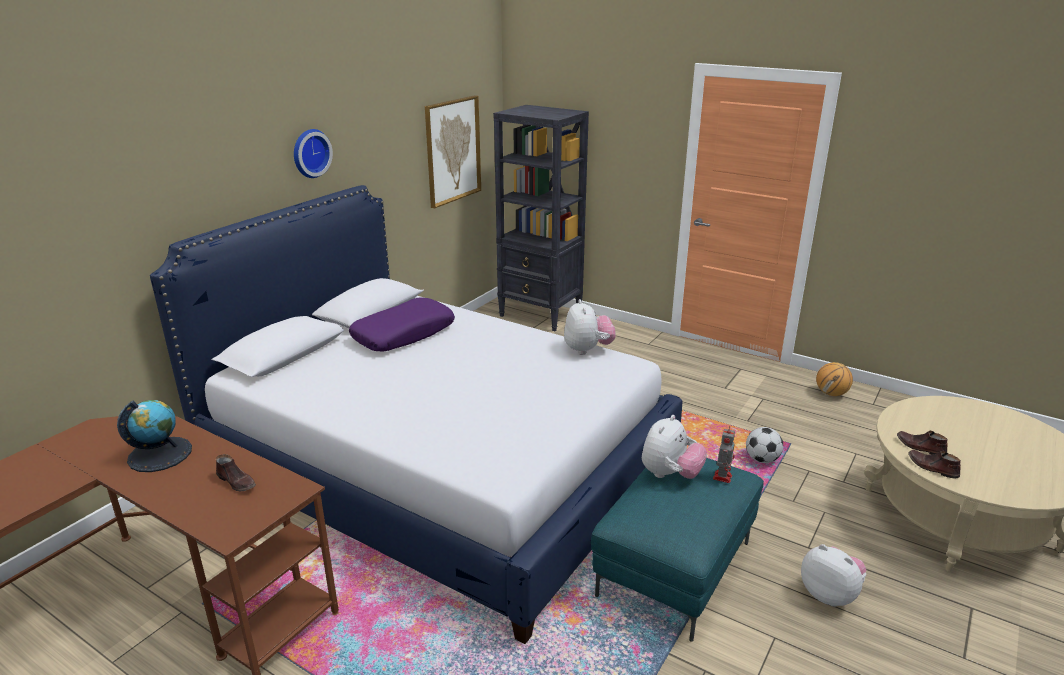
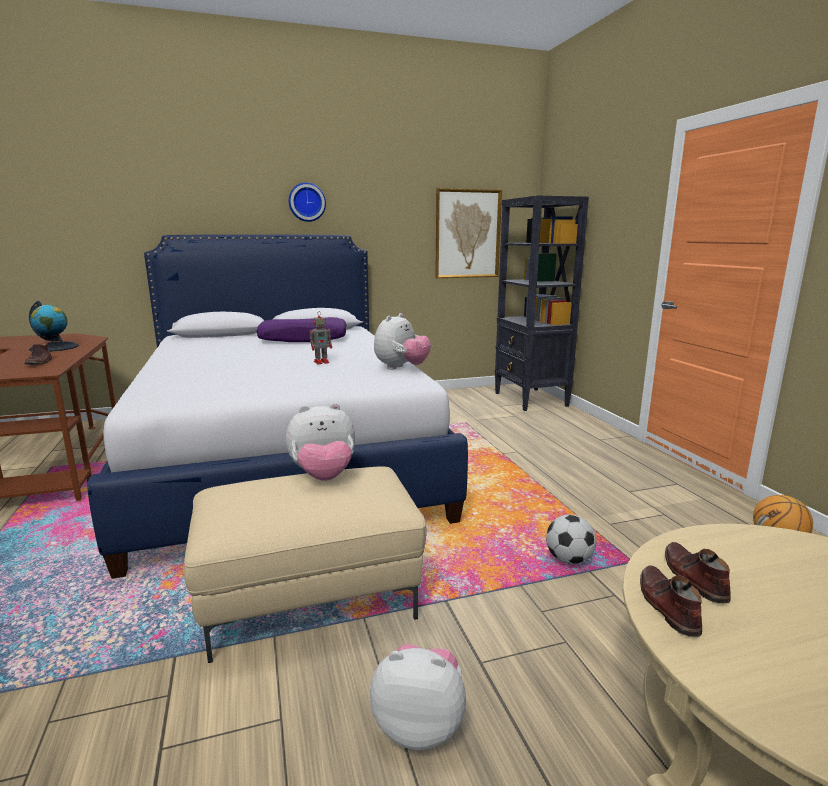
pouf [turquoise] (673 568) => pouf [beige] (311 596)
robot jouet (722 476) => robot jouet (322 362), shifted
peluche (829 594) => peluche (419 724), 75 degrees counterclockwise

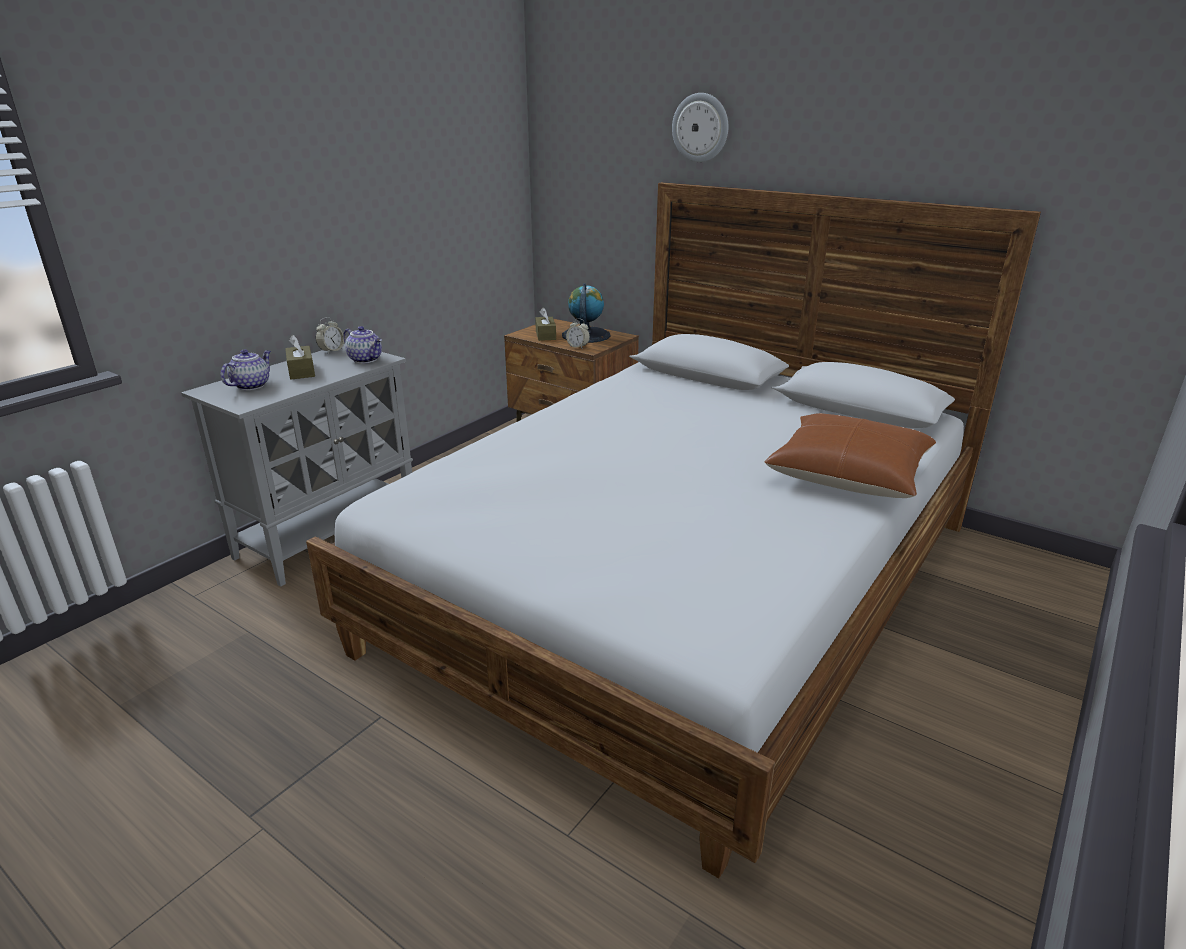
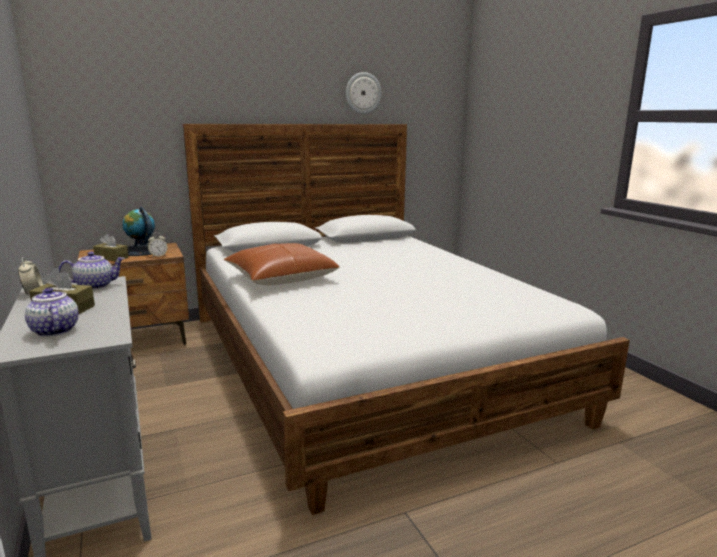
horloge murale (700 128) => horloge murale (363 93), shifted
coussin [marron] (848 474) => coussin [marron] (281 278), shifted

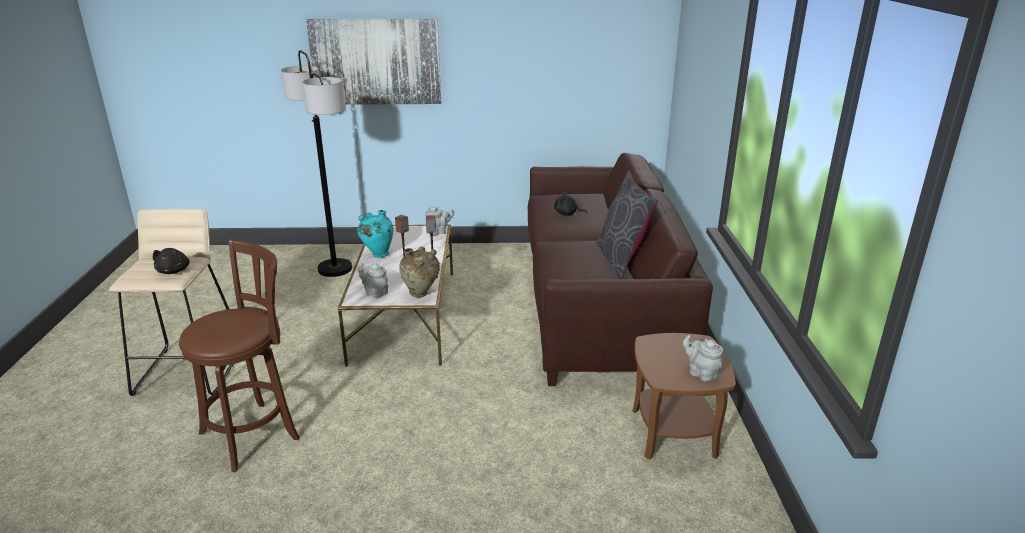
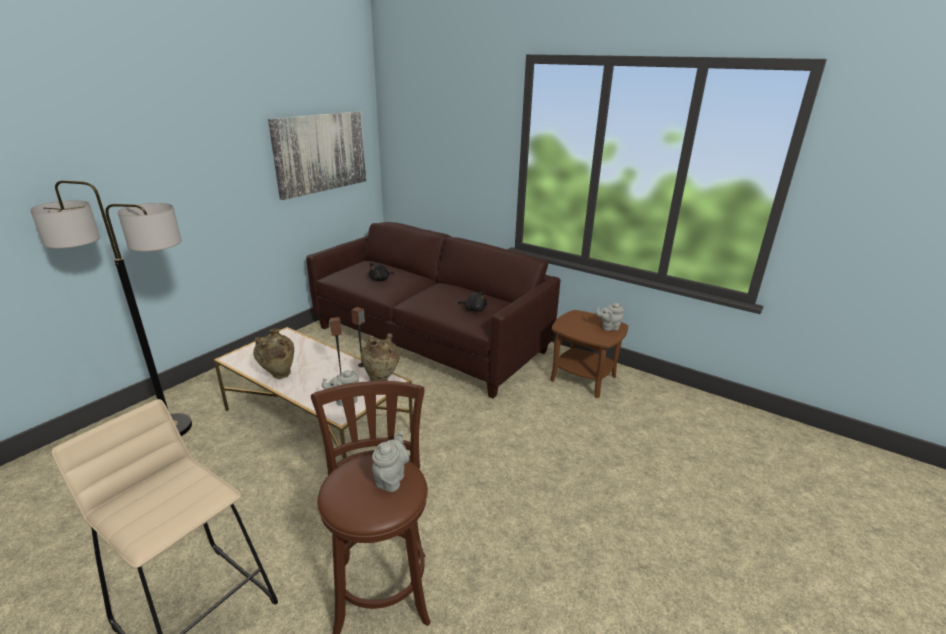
peluche [noir] (174 271) => peluche [noir] (474 309), shifted
tableau (376 62) => tableau (321 153), shifted
vase [turquoise] (378 254) => vase [beige] (278 375)
théière [gris] (439 232) => théière [gris] (391 478), shifted
coussin [gris] (621 260) => nothing

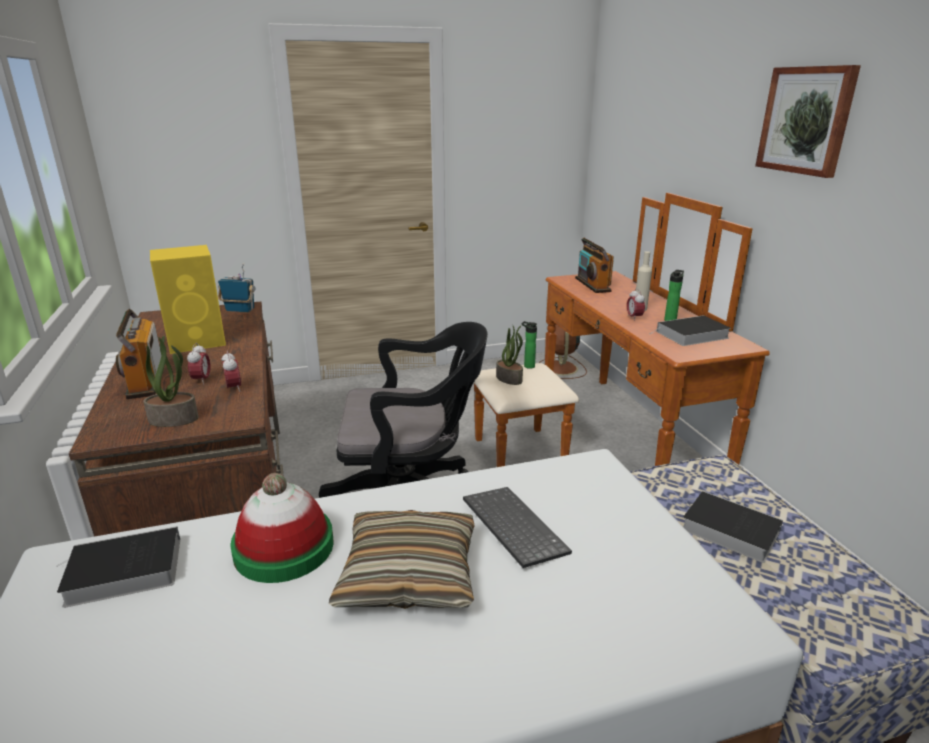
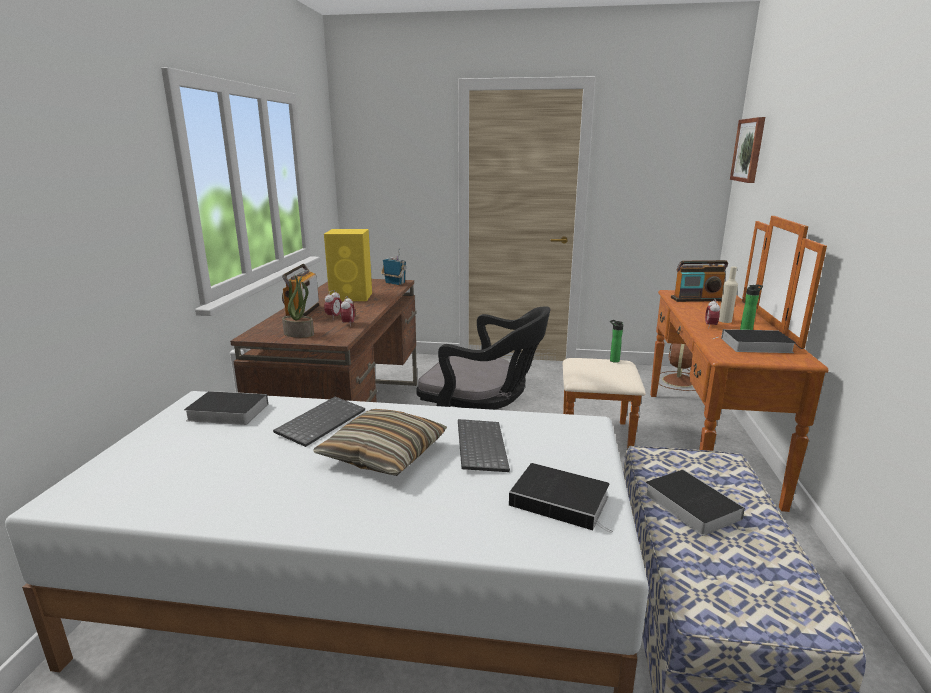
chapeau (284 547) => clavier (321 422)
plante en pot (509 379) => nothing
radio (592 285) => radio (697 299), 105 degrees counterclockwise
tableau (806 120) => tableau (749 150), shifted
nothing => livre (562 501)

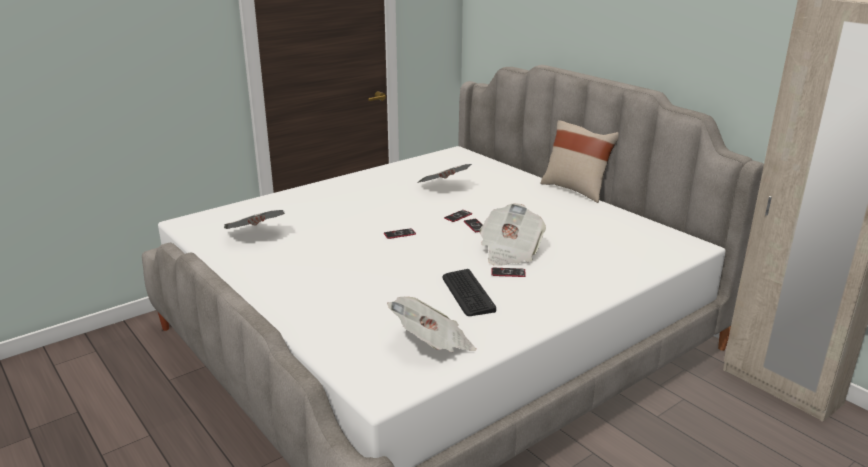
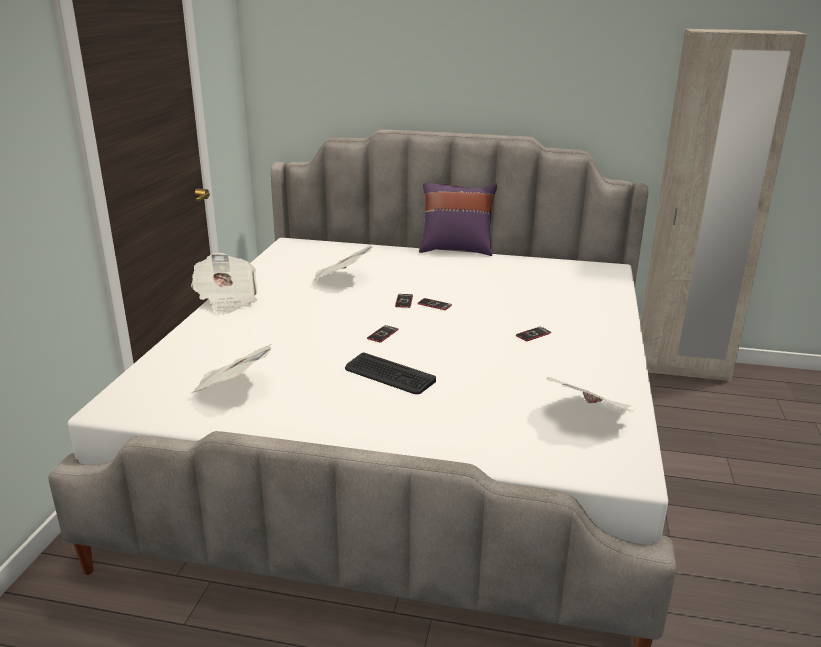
clavier (467 293) => clavier (389 375), shifted
journal (509 252) => journal (227 300), shifted
coussin [beige] (576 190) => coussin [violet] (456 250)

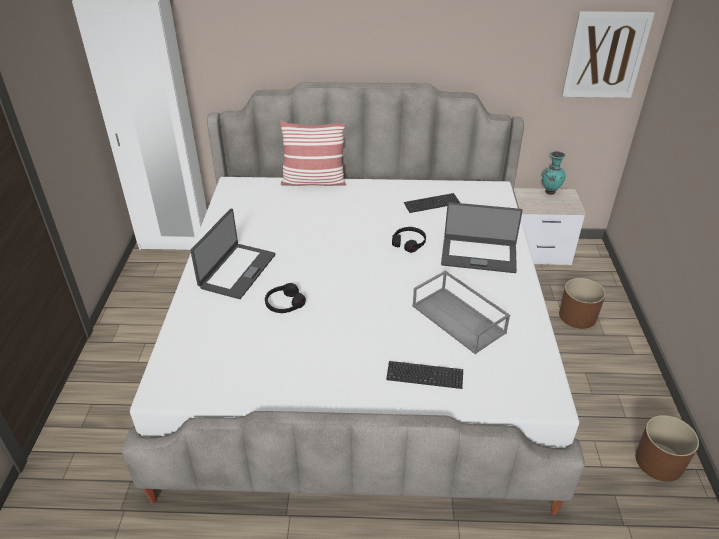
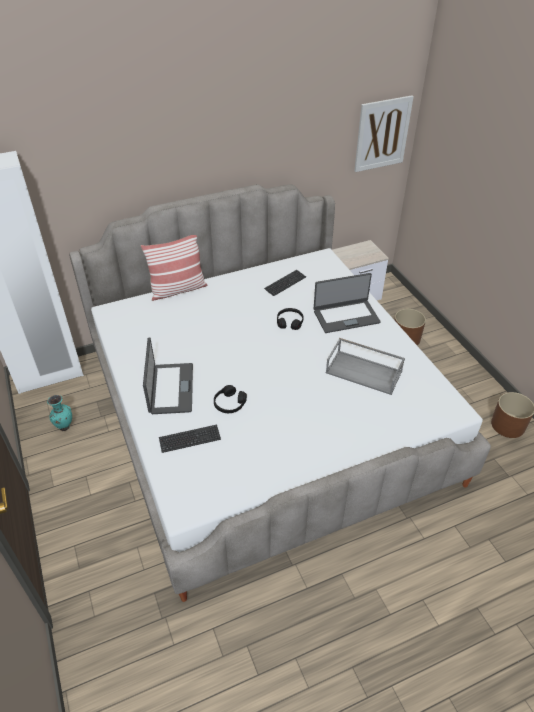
clavier (424 376) => clavier (190 439), shifted
vase [turquoise] (549 191) => vase [turquoise] (64 427), shifted

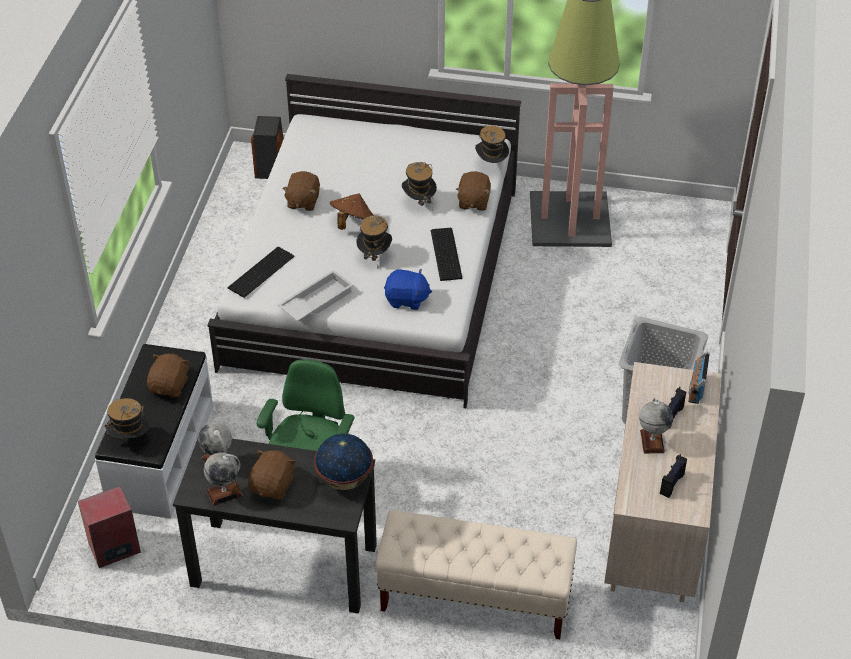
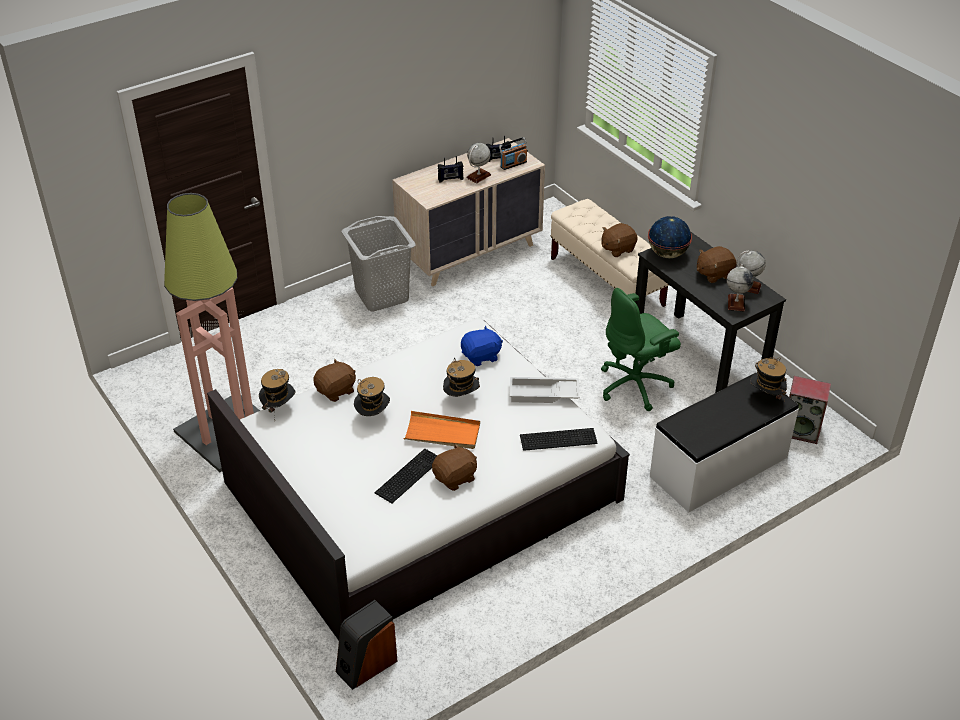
peluche [marron] (170 386) => peluche [marron] (617 249), shifted
chapeau [marron] (352 222) => plateau [orange] (442 433)
peluche [bleu] (406 300) => peluche [bleu] (481 356), 105 degrees clockwise
clavier (447 253) => clavier (406 475), shifted
radio (696 389) => radio (513 164), shifted

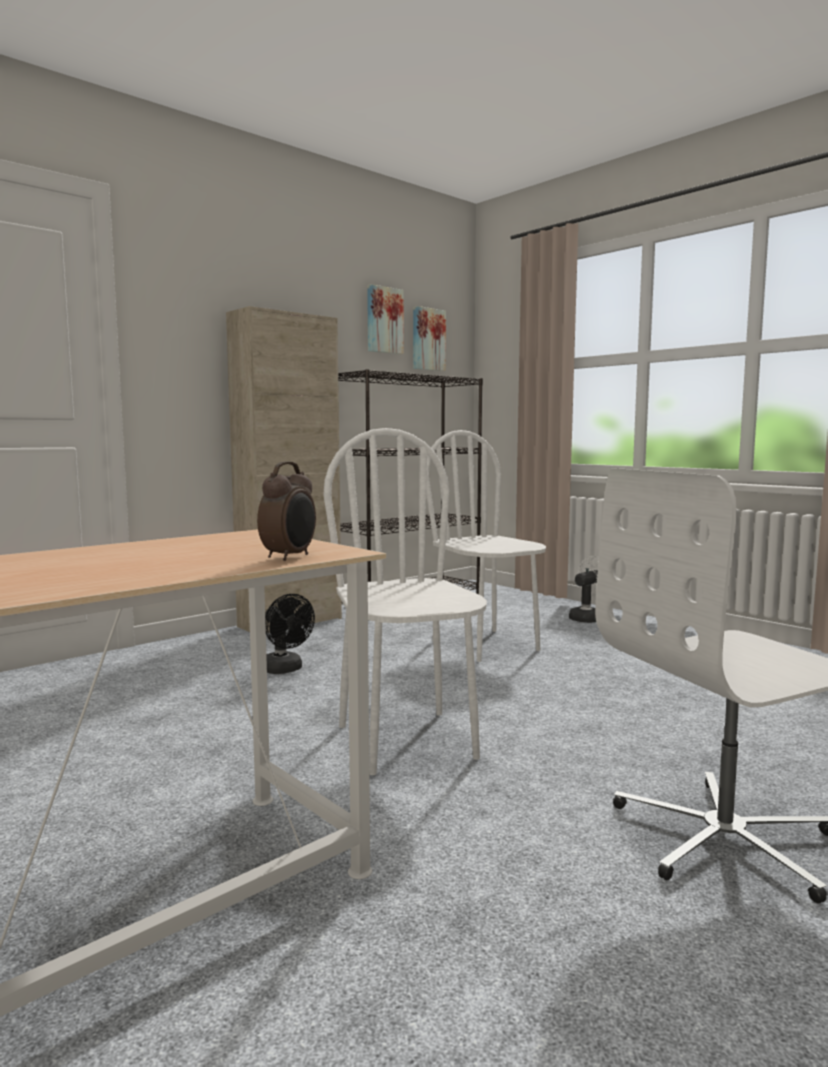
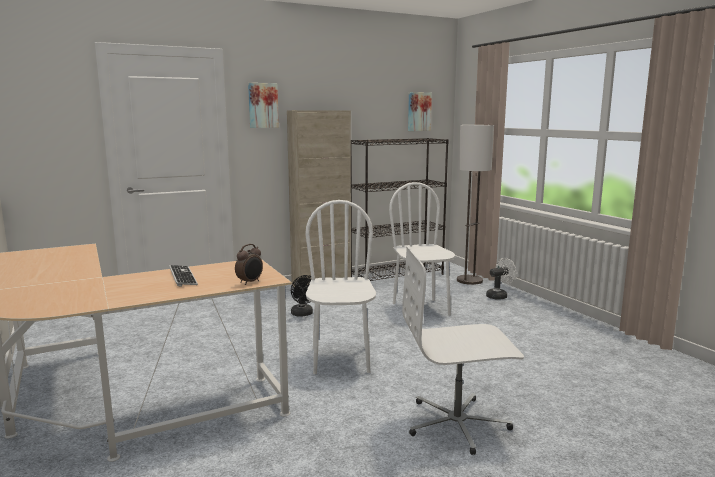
tableau (383 320) => tableau (263 105), shifted
nothing => clavier (183 277)
nothing => lampadaire (469 280)

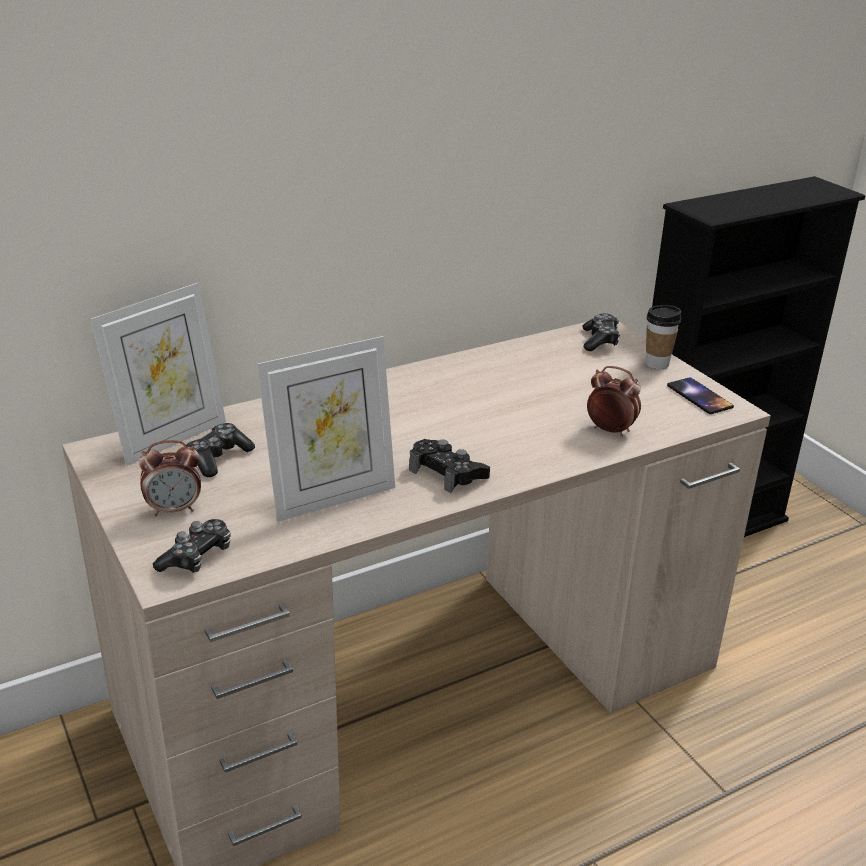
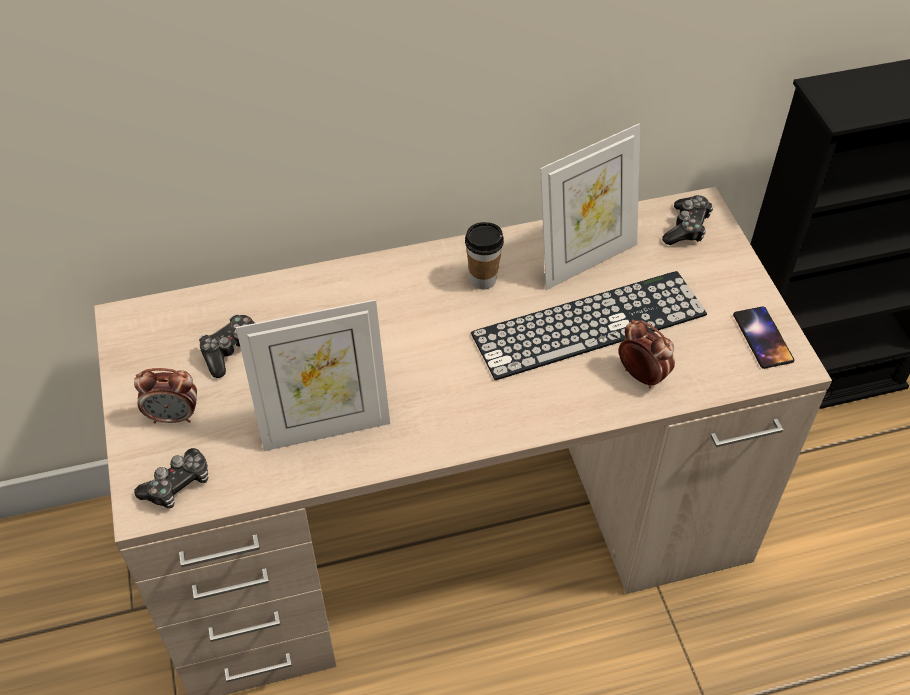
cadre photo (170 438) => cadre photo (585 259), shifted
manette [noir] (447 473) => nothing
tasse (657 364) => tasse (483 279), shifted
nothing => clavier (589 324)

